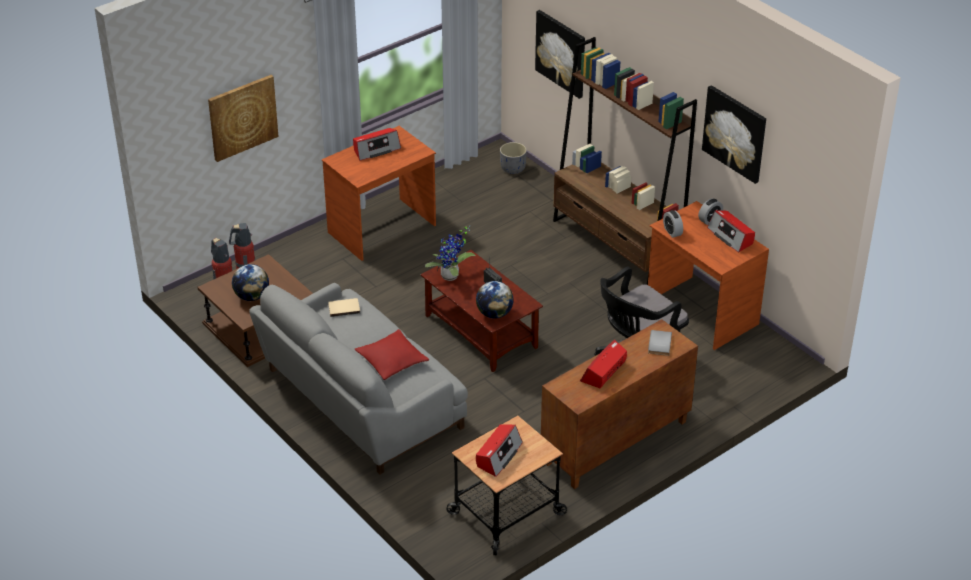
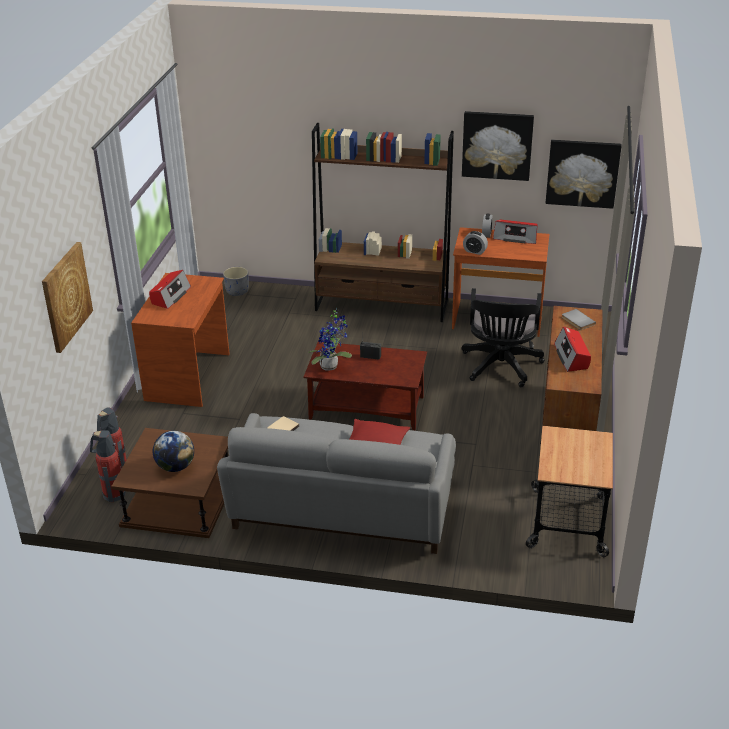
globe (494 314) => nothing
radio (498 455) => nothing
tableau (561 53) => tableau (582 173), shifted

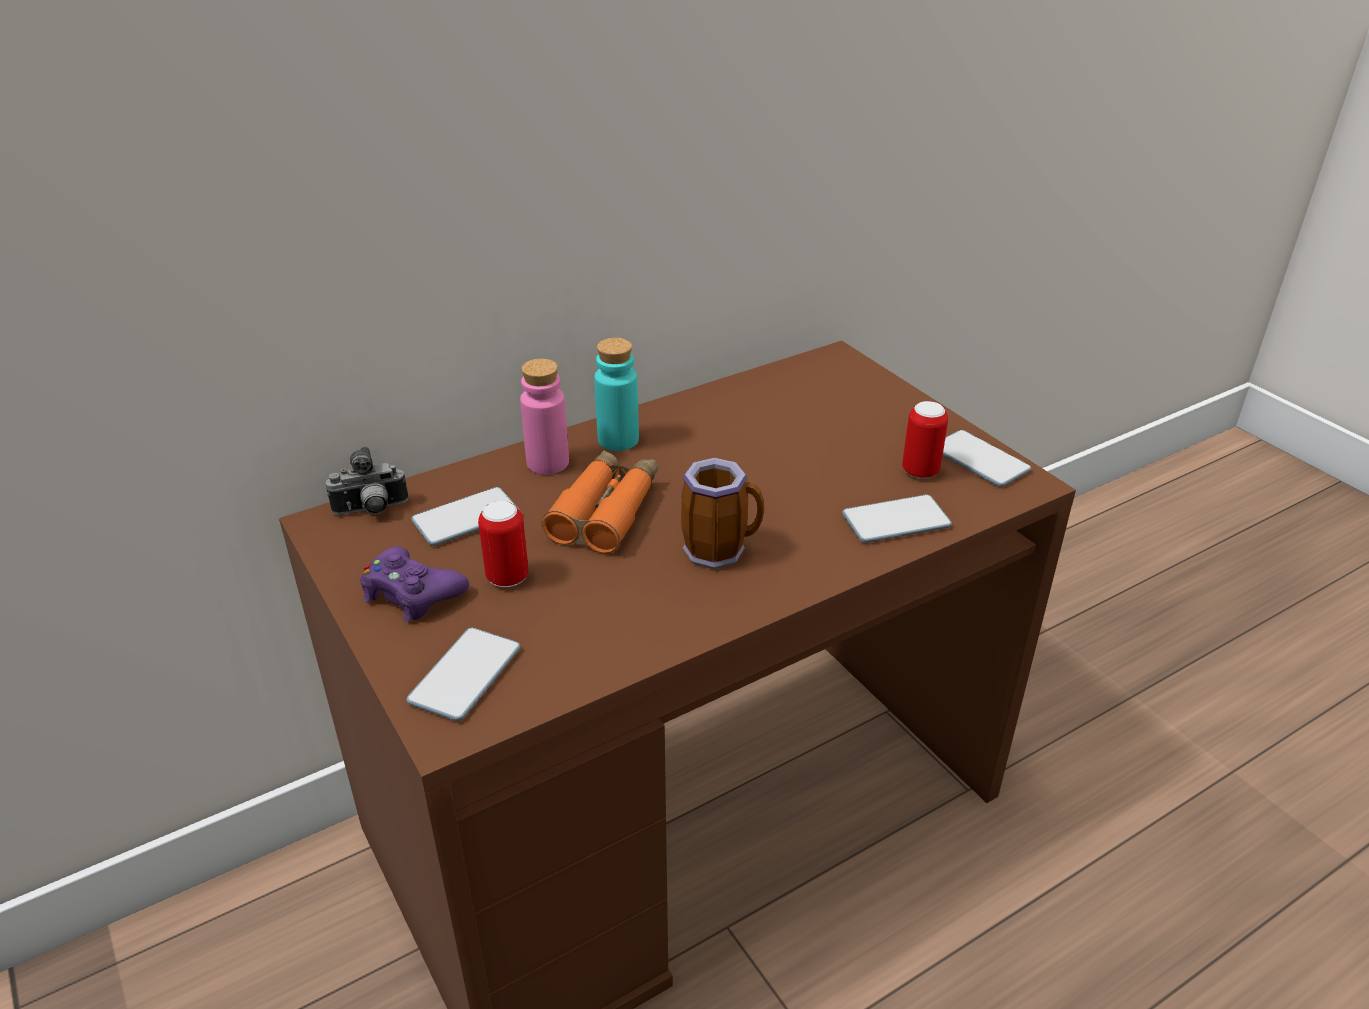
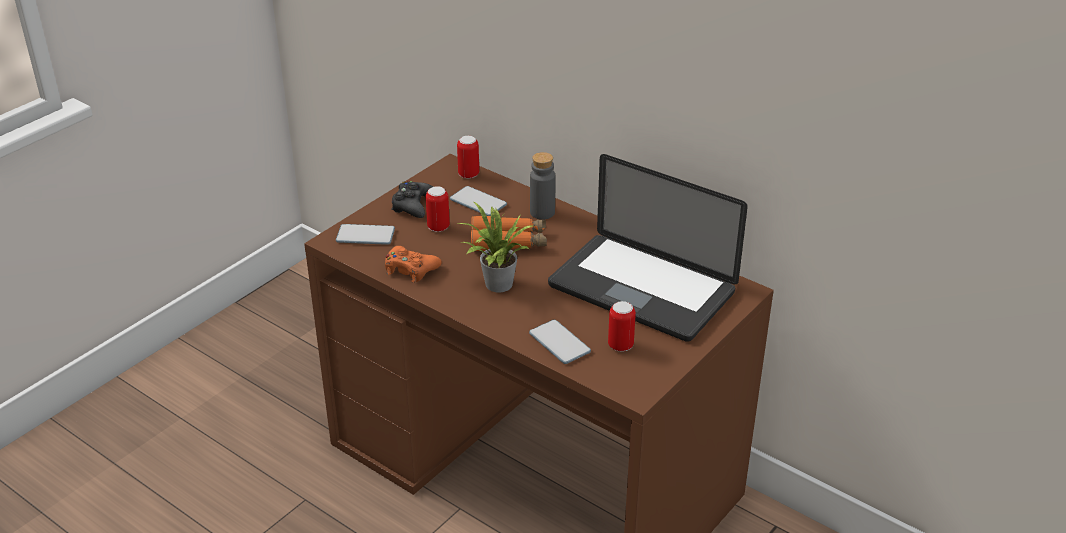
appareil photo (371 511) => boîte métallique (468 175)
manette [violet] (411 593) => manette [noir] (413 205)
bouteille [rose] (548 463) => bouteille [gris] (542 212)
bouteille [turquoise] (618 440) => nothing
mug (720 550) => plante en pot (496 286)
téléphone (979 460) => nothing
nothing => manette [orange] (410 269)
nothing => ordinateur portable (641 289)

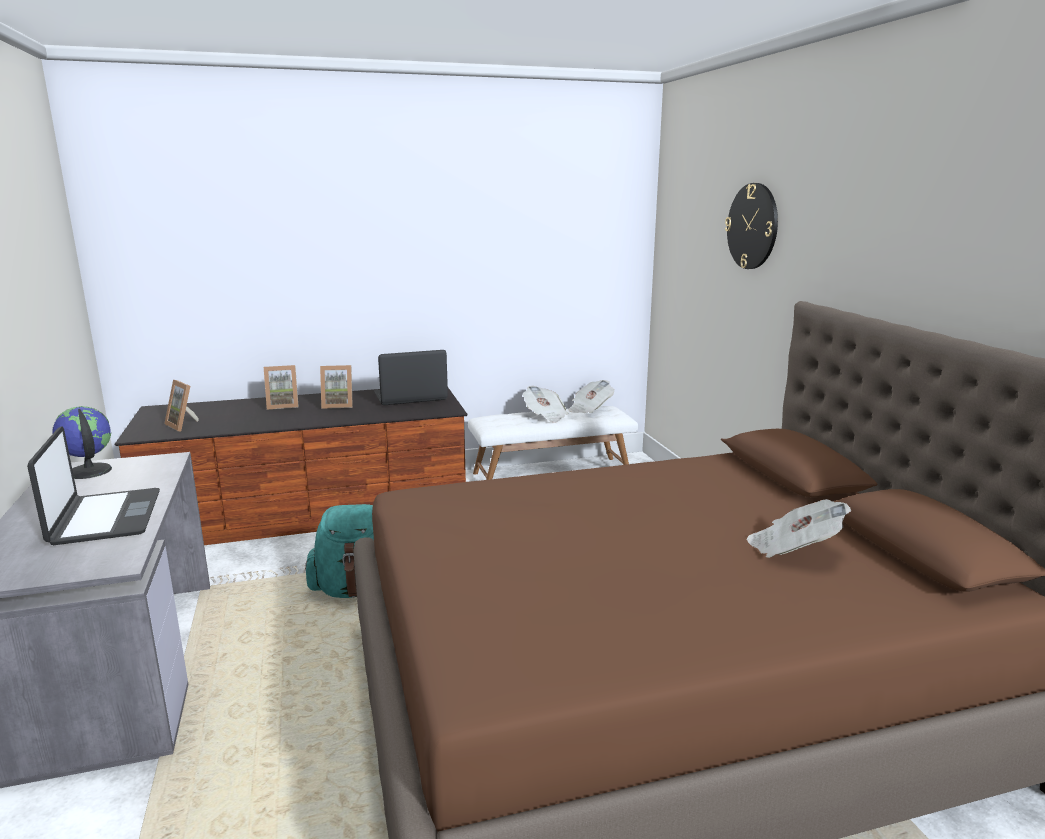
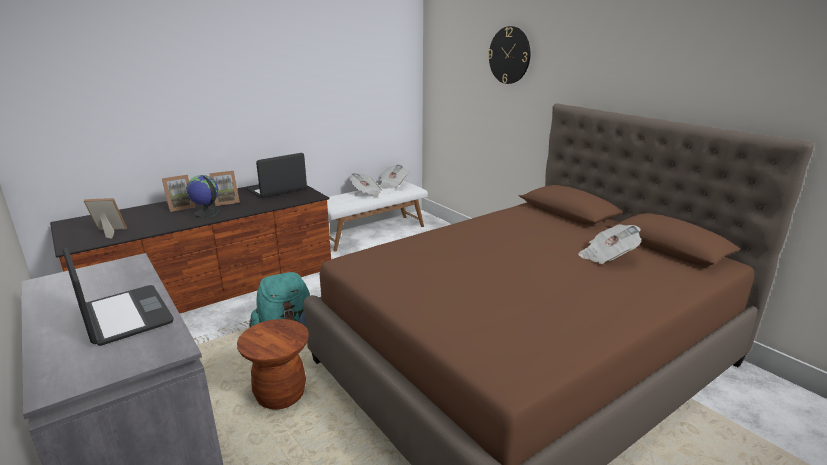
globe (88 471) => globe (206 213), shifted
cadre photo (184 425) => cadre photo (108 232), 150 degrees clockwise
nothing => tabouret [marron] (280 395)

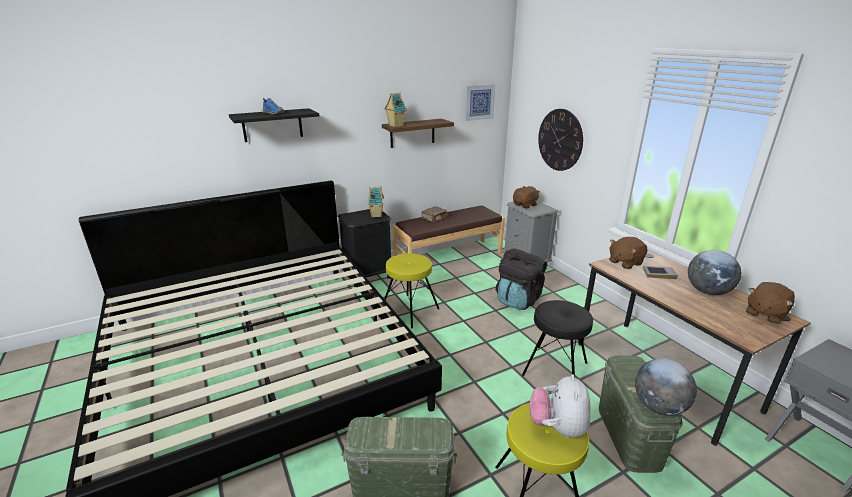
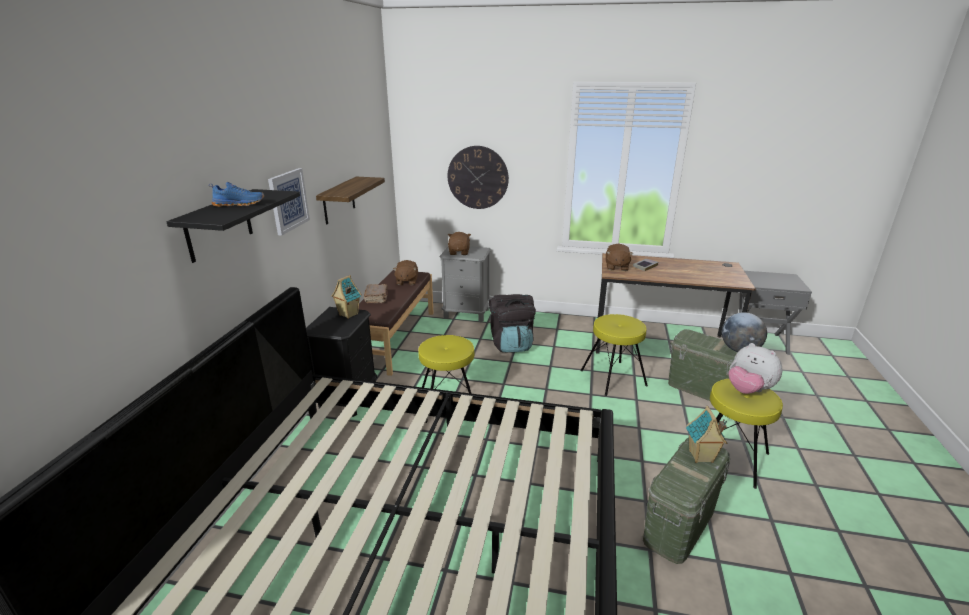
maison miniature (395 125) => maison miniature (701 457), shifted
tableau (479 102) => tableau (288 200), shifted
tabouret [noir] (555 369) => tabouret [jaune] (613 378)
globe (707 292) => nothing
peluche [marron] (764 314) => peluche [marron] (406 281), shifted

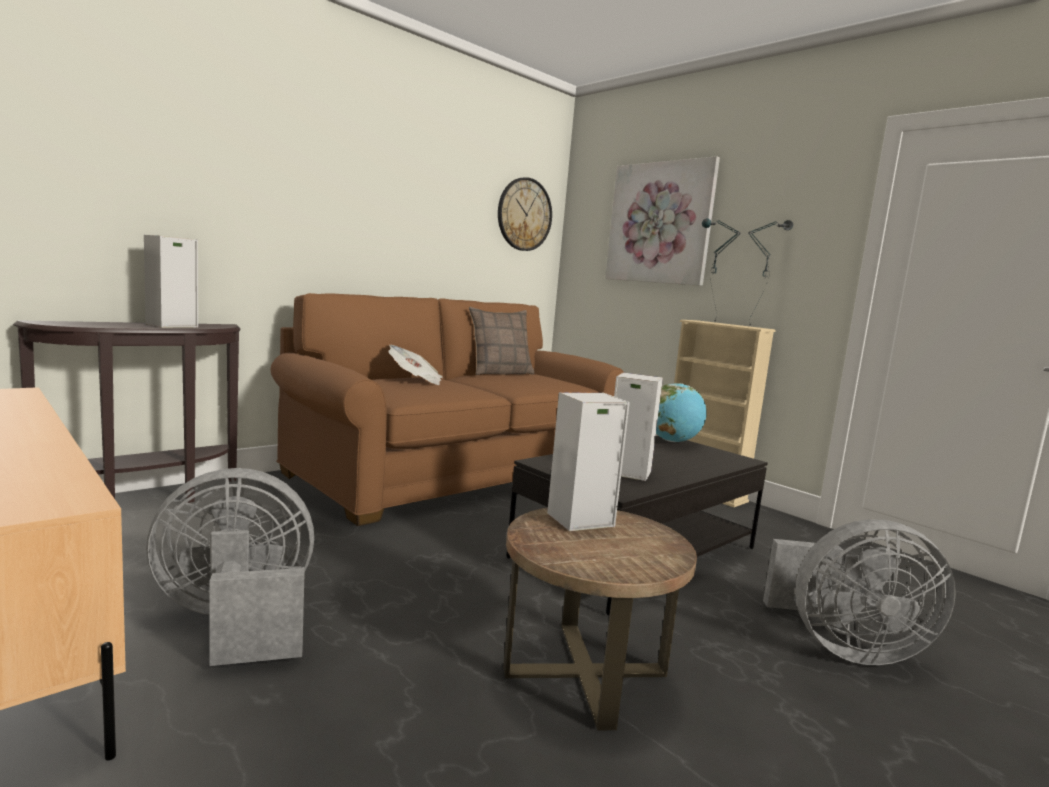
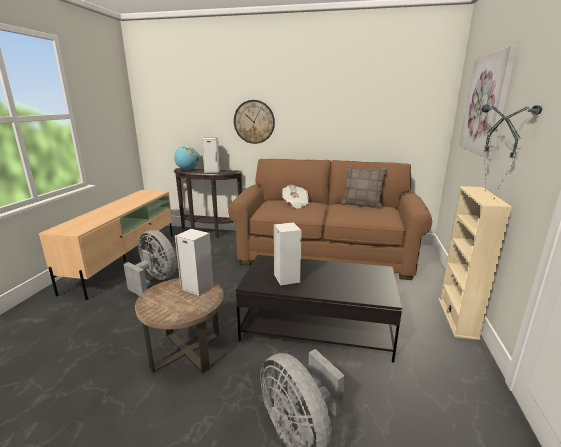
horloge murale (524 214) => horloge murale (254 122), shifted
globe (672 441) => globe (187 170), shifted

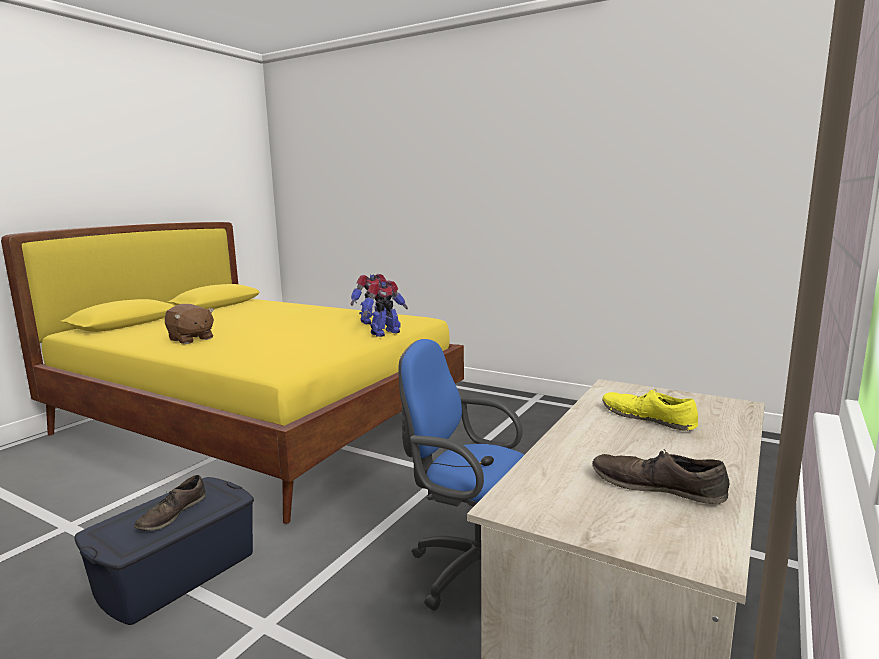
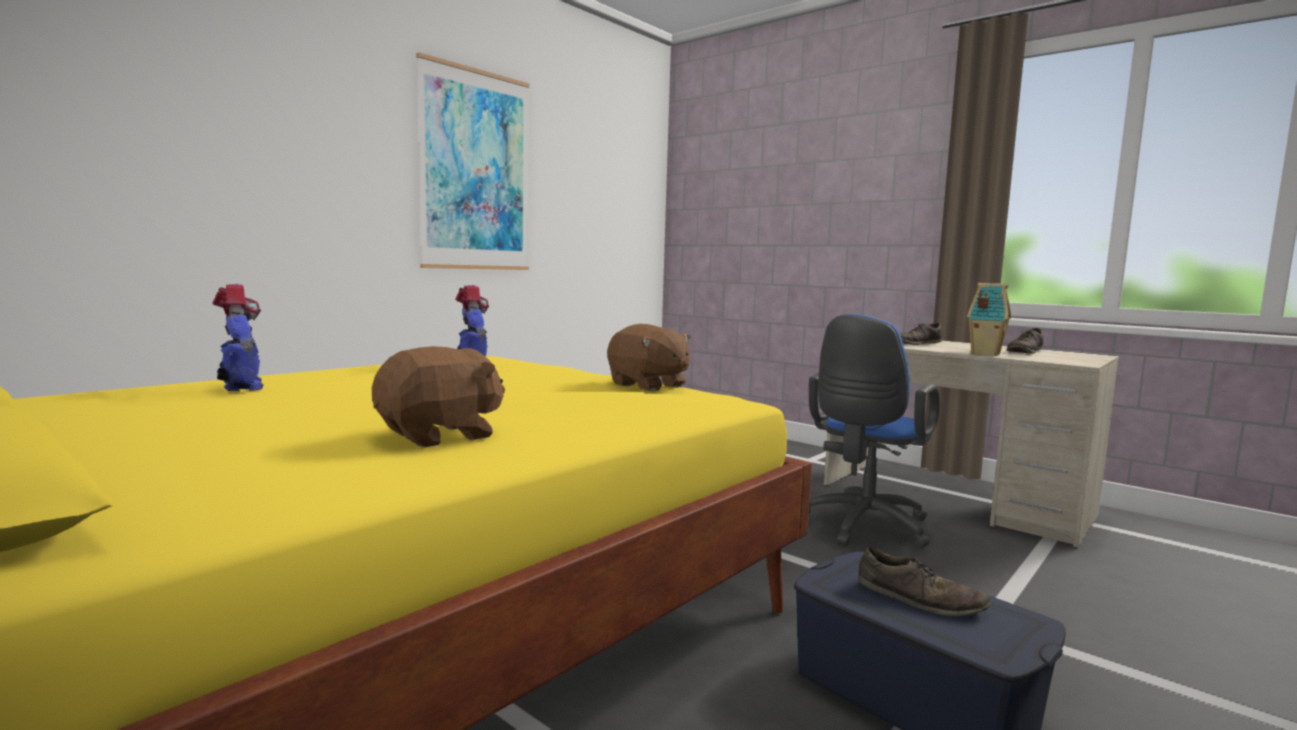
robot jouet (384 333) => robot jouet (241 387), shifted
chaussure [jaune] (647 418) => chaussure [marron] (916 343)
nothing => tableau (475 171)
nothing => peluche [marron] (648 385)
nothing => maison miniature (984 353)

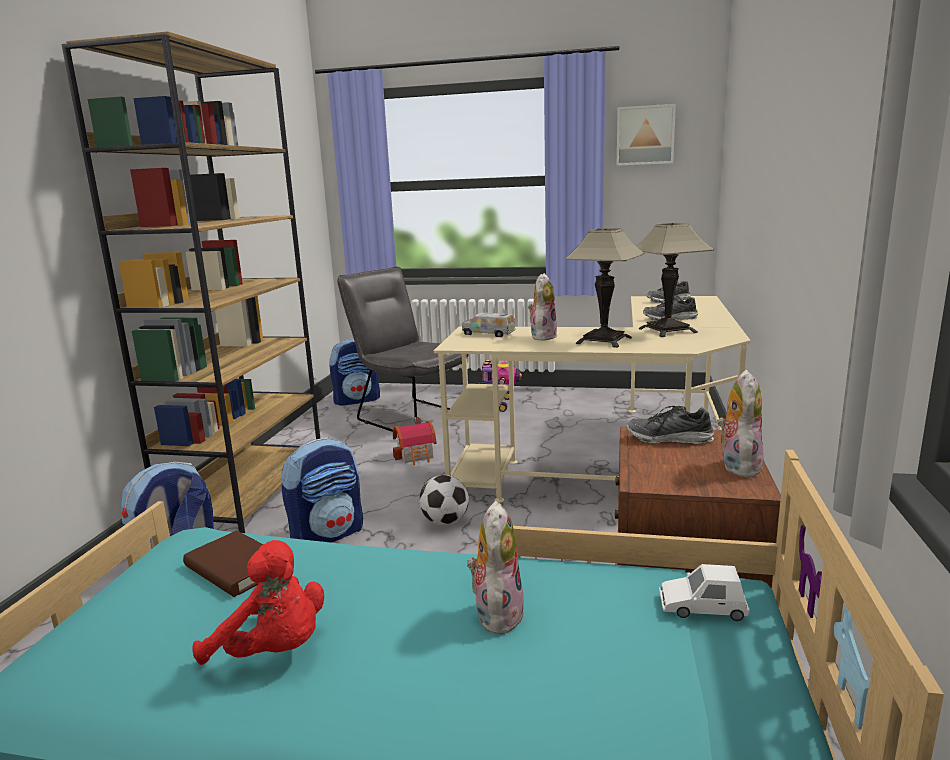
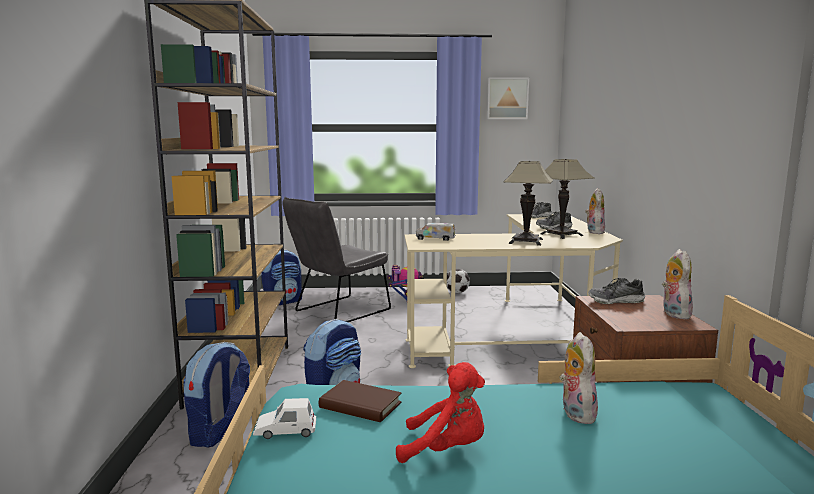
chaise [gris] (410 416) => chaise [gris] (337 312), 75 degrees counterclockwise
maison miniature (417 456) => nothing
ballon de foot (445 521) => ballon de foot (457 292), shifted
peluche (542 336) => peluche (594 232), shifted
petite voiture [blanc] (702 607) => petite voiture [blanc] (285 431), shifted

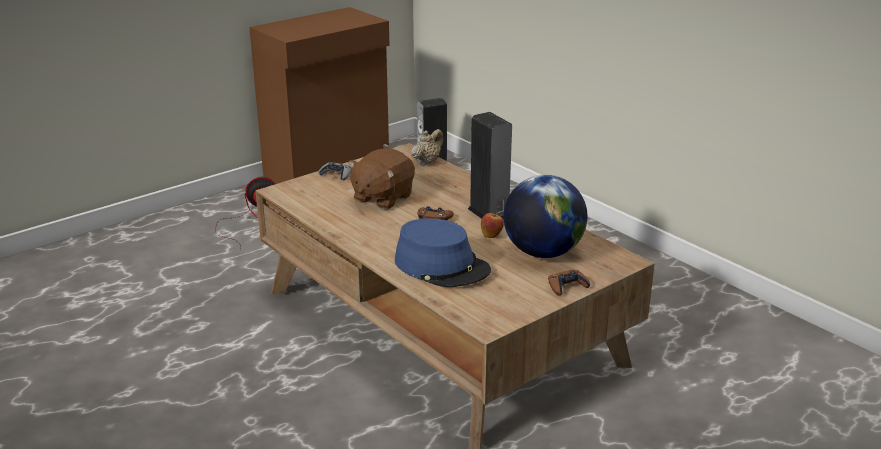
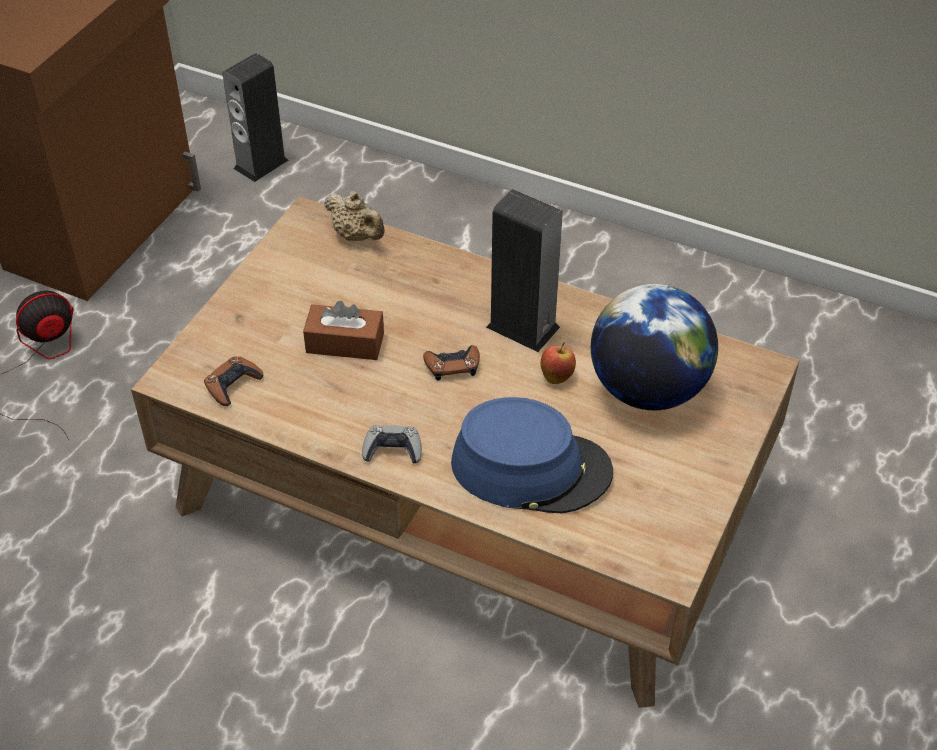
manette [gris] (336 174) => manette [gris] (392 449), shifted
peluche [marron] (382 198) => boîte à mouchoirs [marron] (345 343)
théière [beige] (427 162) => théière [beige] (357 236), 120 degrees clockwise
manette [marron] (567 286) => manette [marron] (233 385), shifted

